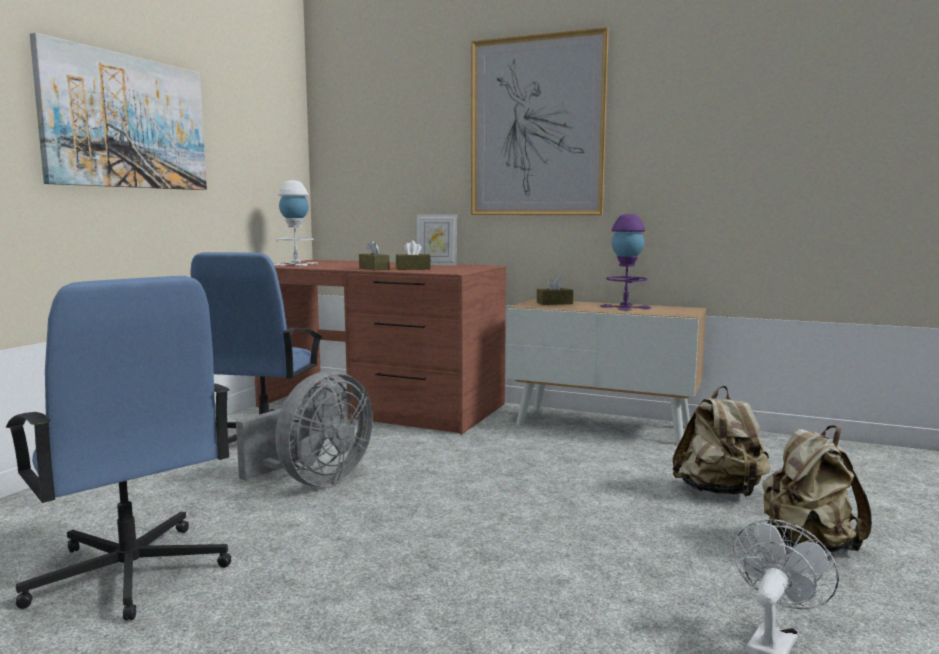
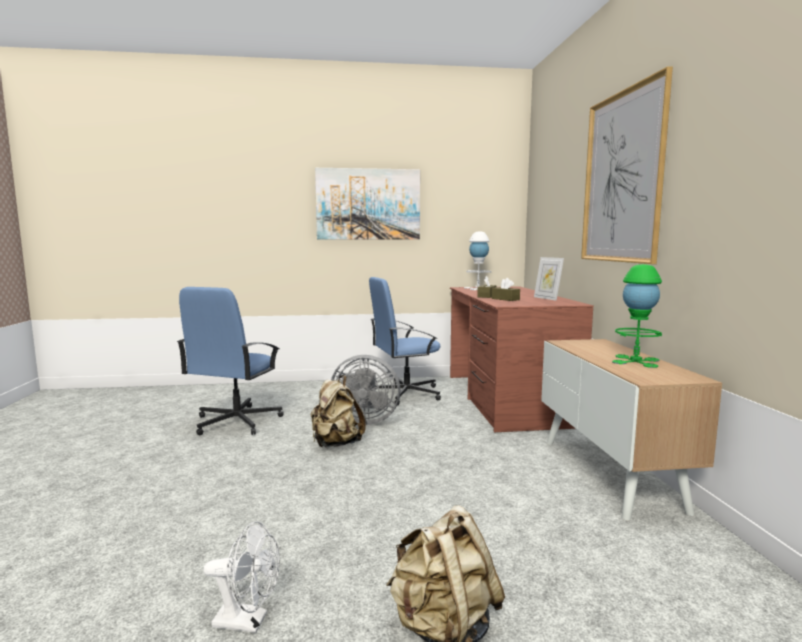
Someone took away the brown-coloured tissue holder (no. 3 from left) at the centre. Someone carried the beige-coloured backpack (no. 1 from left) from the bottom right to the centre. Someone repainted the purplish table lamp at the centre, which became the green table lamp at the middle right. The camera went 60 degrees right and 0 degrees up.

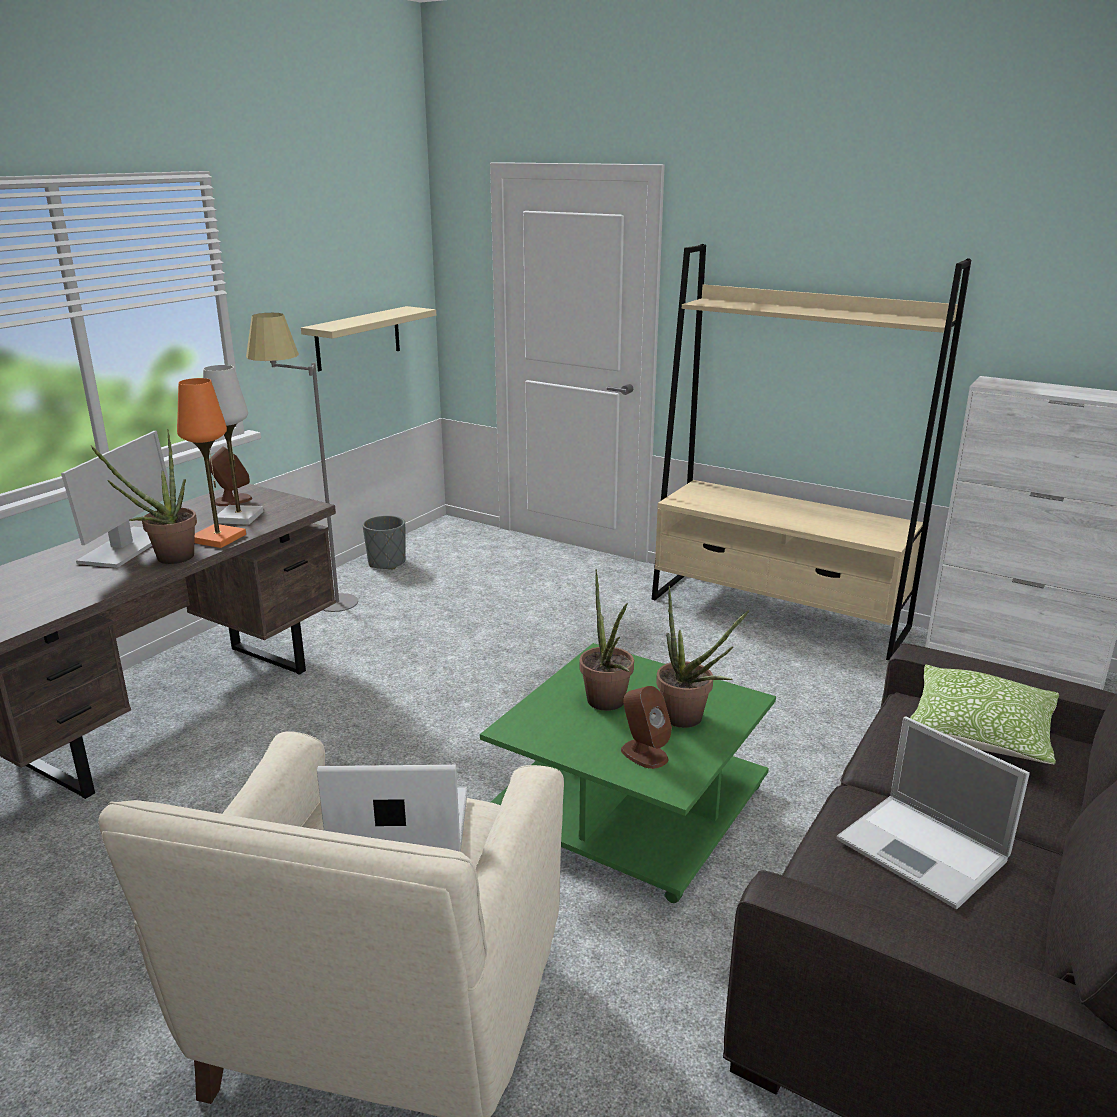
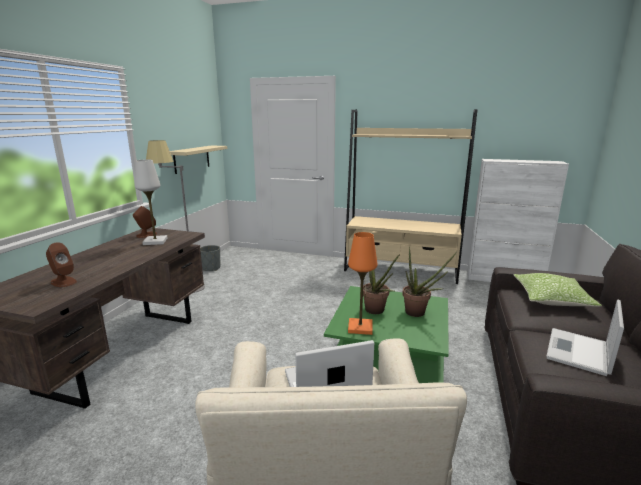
Someone took away the monitor at the middle left. Someone took away the houseplant (no. 1 from left) at the middle left. Someone carried the orange table lamp from the middle left to the centre. Someone carried the brown-coloured speaker (no. 2 from left in the first image) from the centre to the middle left. Someone rotated the notebook computer (no. 2 from left) at the bottom right by 90 degrees clockwise. The camera went 15 degrees left and 5 degrees down.

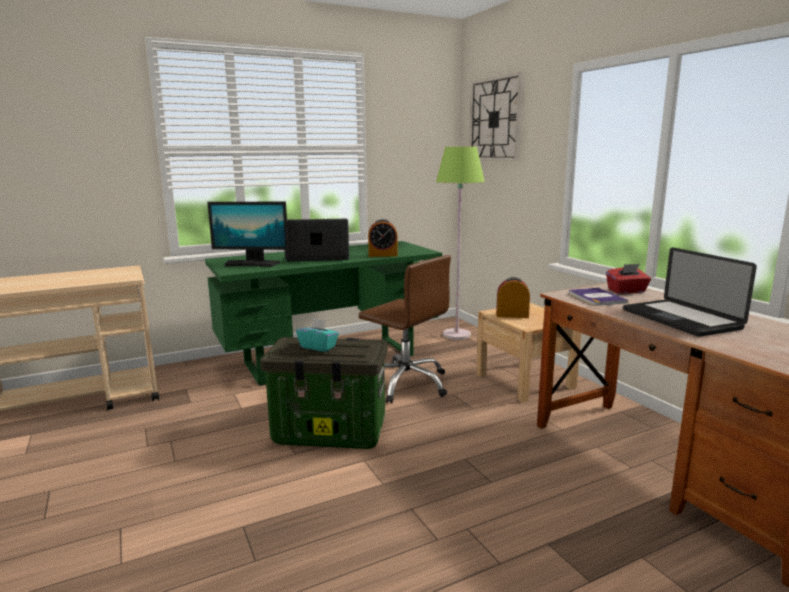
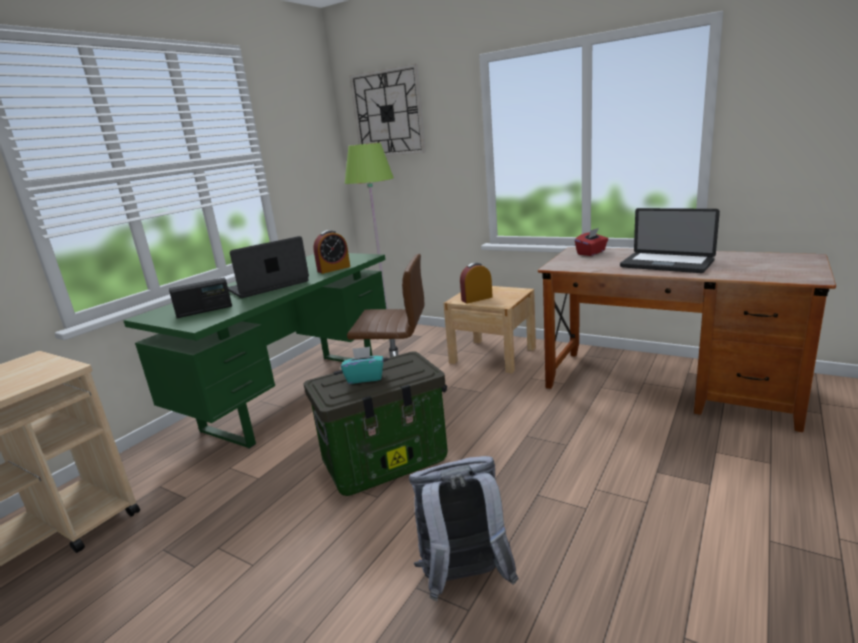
Someone took away the book at the middle right. Someone put down the grey backpack at the bottom centre. Someone swapped the monitor at the middle left for the radio receiver at the middle left. The camera went 30 degrees left and 5 degrees up.

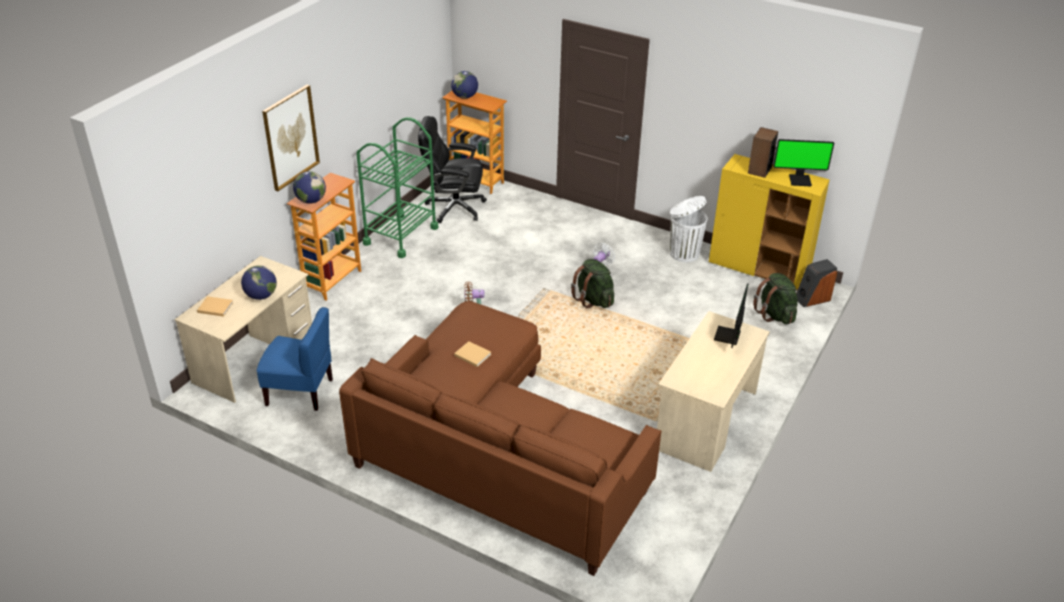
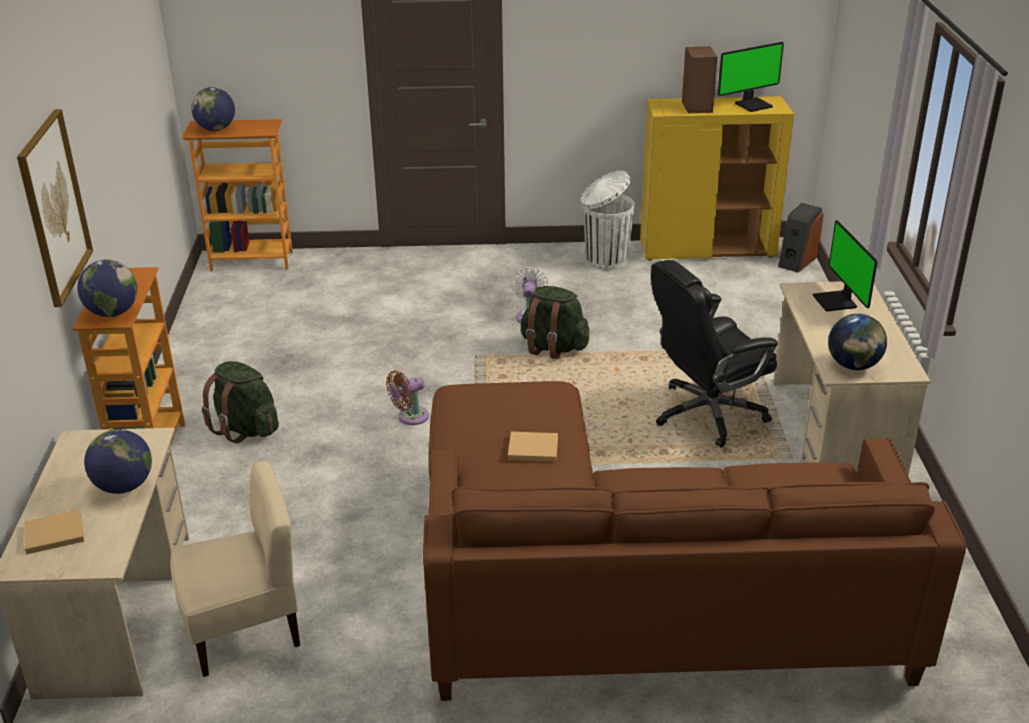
Someone took away the green trolley at the top centre. Someone put down the world globe (no. 4 from left) at the middle right. Someone carried the black-coloured desk chair from the top centre to the middle right. Someone carried the green backpack (no. 2 from left in the first image) from the middle right to the middle left. Someone repainted the blue-coloured upright chair at the middle left, which became the beige-coloured upright chair at the bottom left. The camera went 30 degrees left and 5 degrees down.

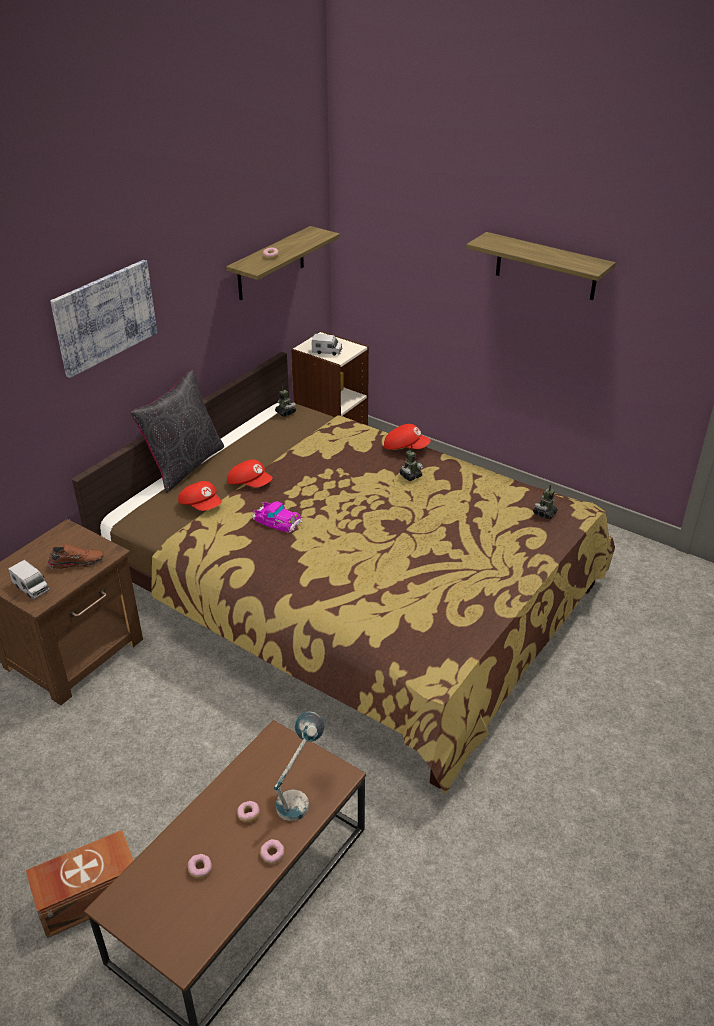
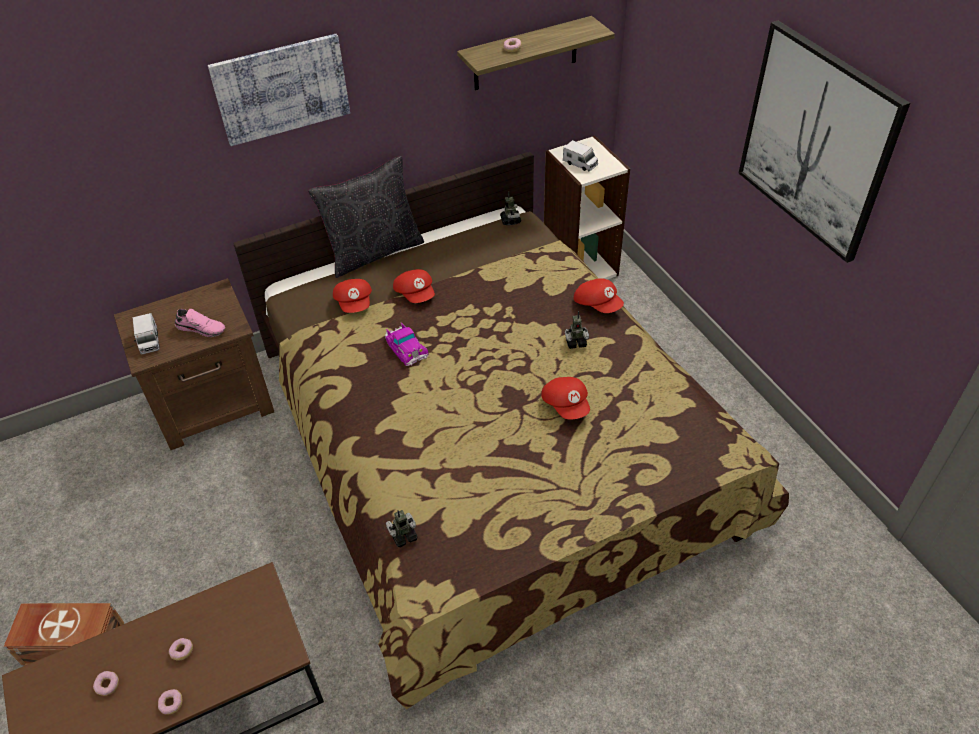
Someone took away the table lamp at the bottom centre. Someone put down the red peaked cap (no. 3 from left) at the centre. Someone carried the toy robot (no. 3 from left in the first image) from the middle right to the bottom centre. Someone swapped the wall shelf (no. 2 from left) at the top right for the picture (no. 2 from left) at the top right. Someone repainted the brown-coloured low shoe at the middle left, which became the pink low shoe at the middle left. The camera went 30 degrees right and 10 degrees up.

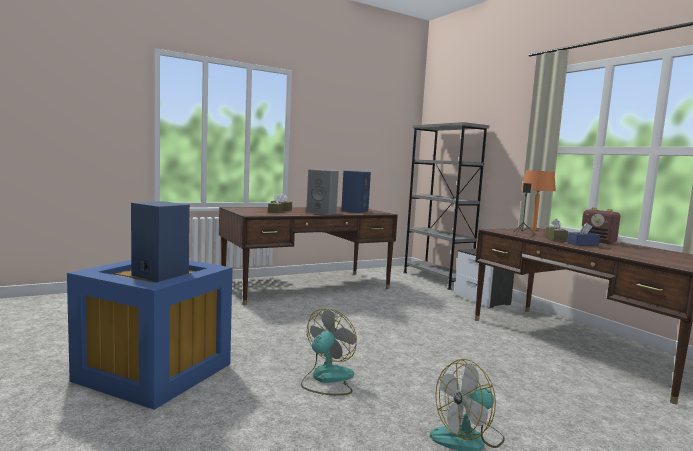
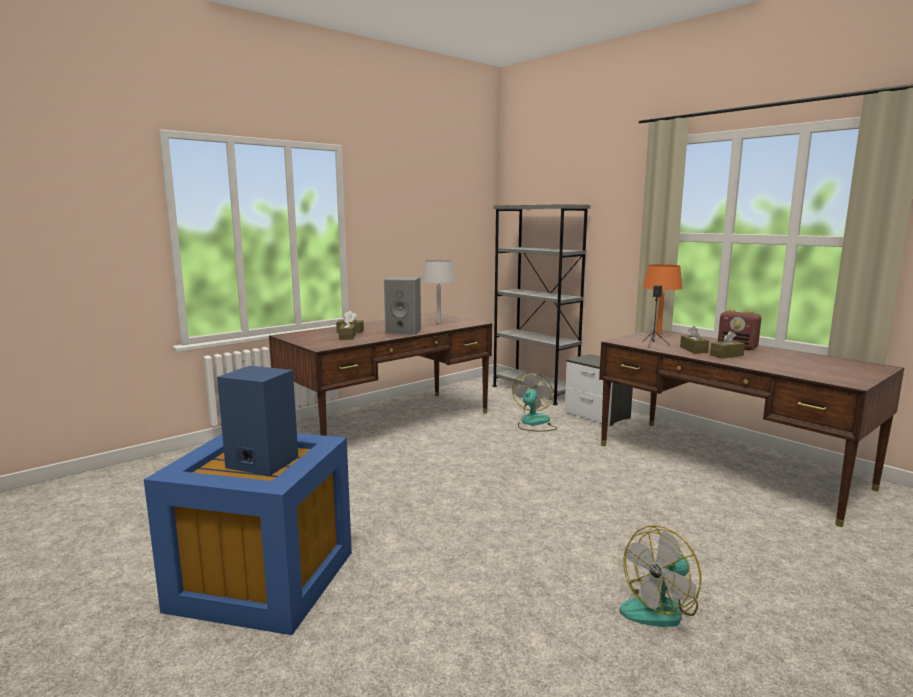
Someone carried the cooling fan (no. 1 from left) from the bottom centre to the centre. Someone swapped the blue-coloured speaker (no. 2 from left) at the centre for the grey table lamp at the centre. Someone repainted the blue-coloured tissue holder at the middle right, which became the brown-coloured tissue holder (no. 4 from left) at the middle right. The camera went 10 degrees left and 5 degrees up.

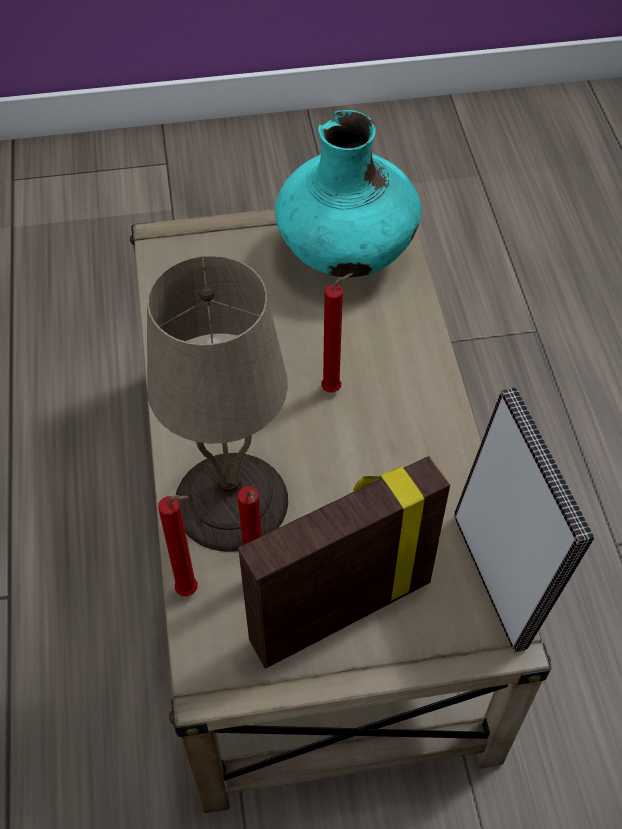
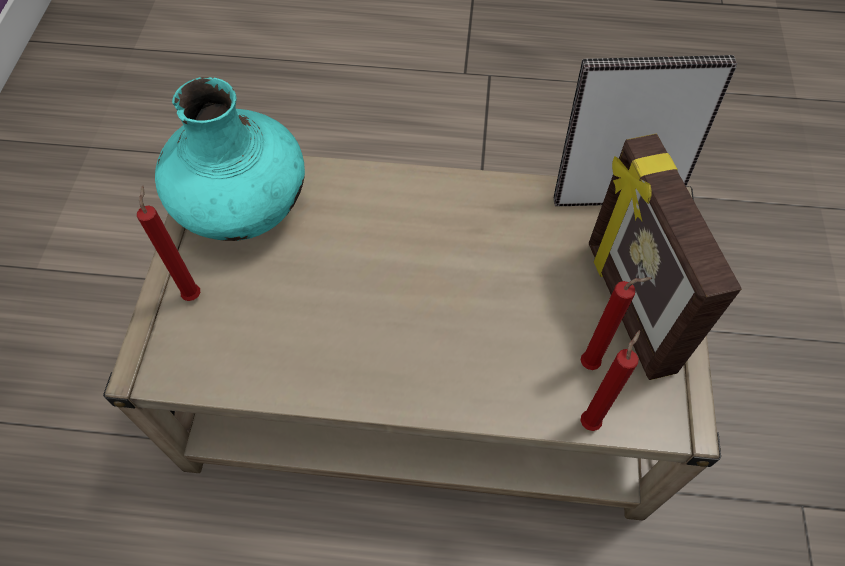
Someone took away the beige-coloured table lamp at the centre. Someone carried the red wax candle (no. 3 from left in the first image) from the centre to the middle left. The camera went 75 degrees left and 5 degrees up.

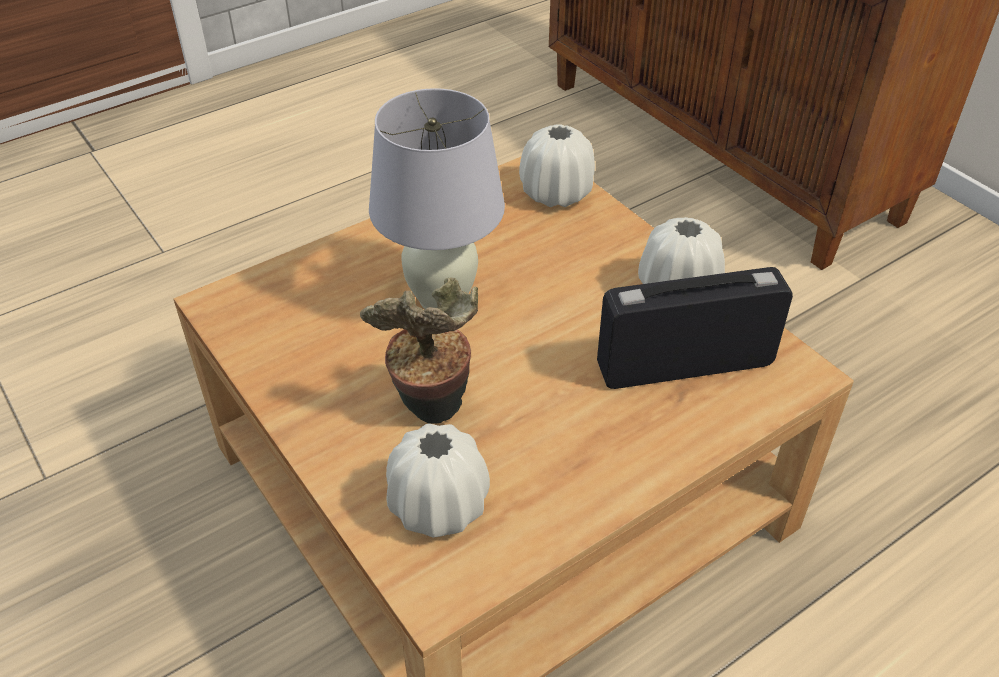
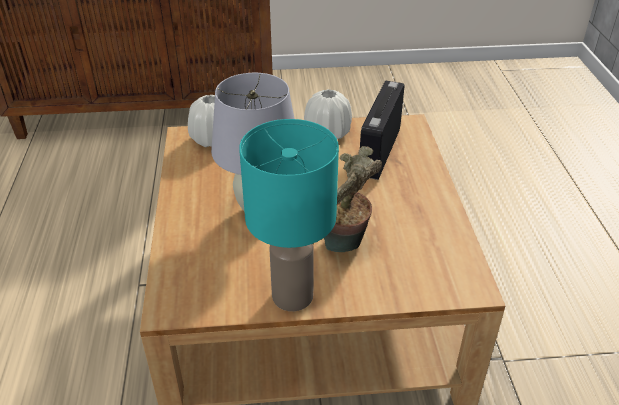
Someone took away the white vase (no. 1 from left) at the bottom centre. Someone put down the blue-green table lamp at the centre. The camera went 60 degrees left and 5 degrees down.

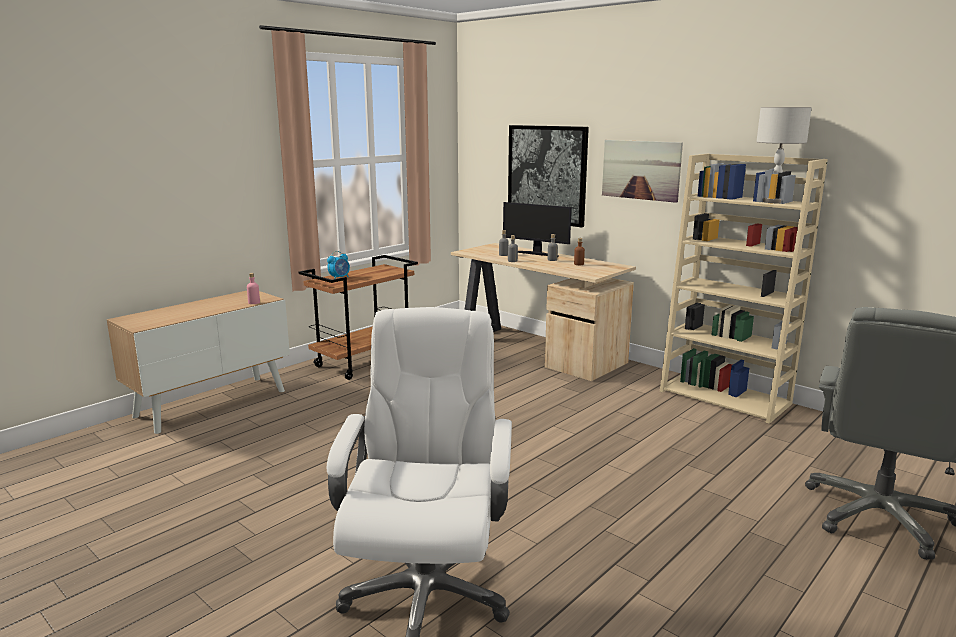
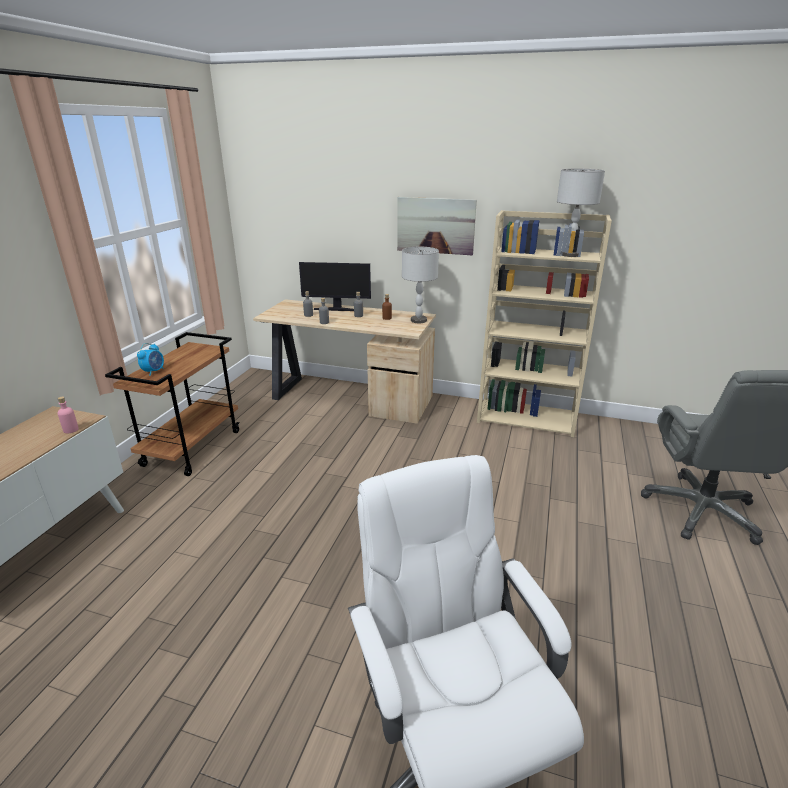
Someone took away the picture (no. 1 from left) at the top centre. Someone put down the grey table lamp (no. 1 from left) at the centre. The camera went 25 degrees left and 10 degrees up.

